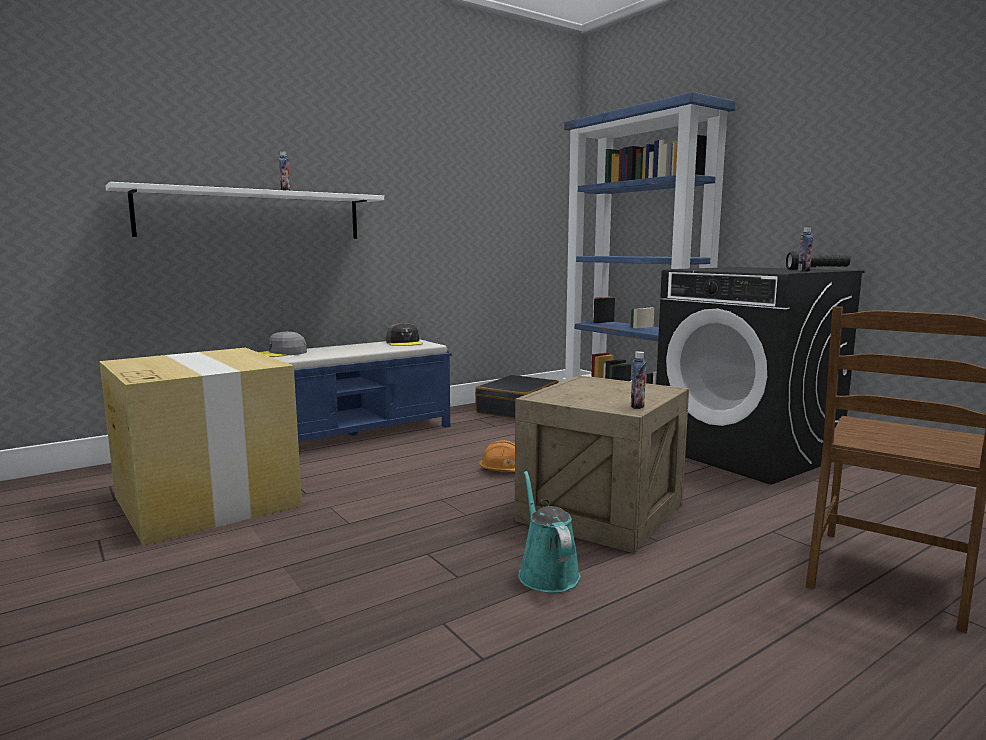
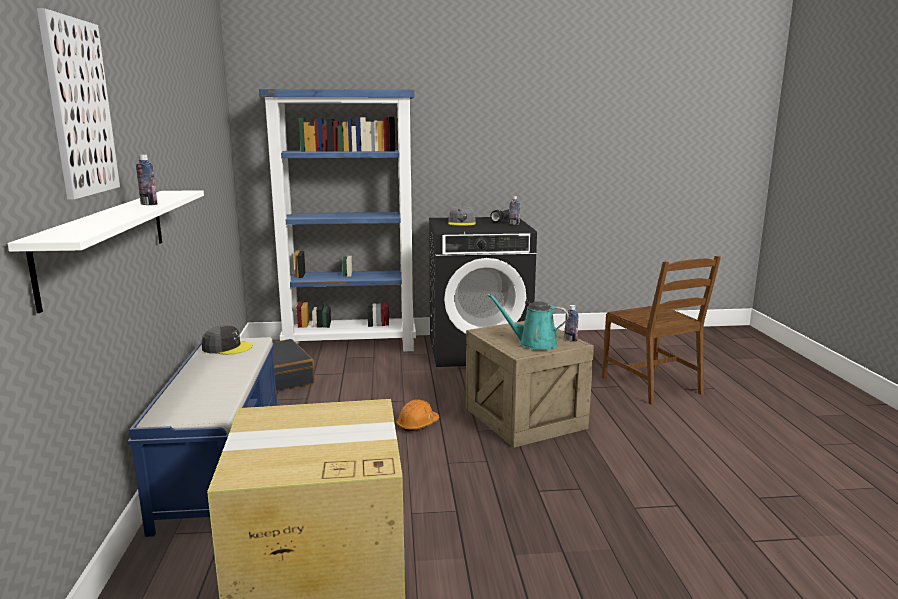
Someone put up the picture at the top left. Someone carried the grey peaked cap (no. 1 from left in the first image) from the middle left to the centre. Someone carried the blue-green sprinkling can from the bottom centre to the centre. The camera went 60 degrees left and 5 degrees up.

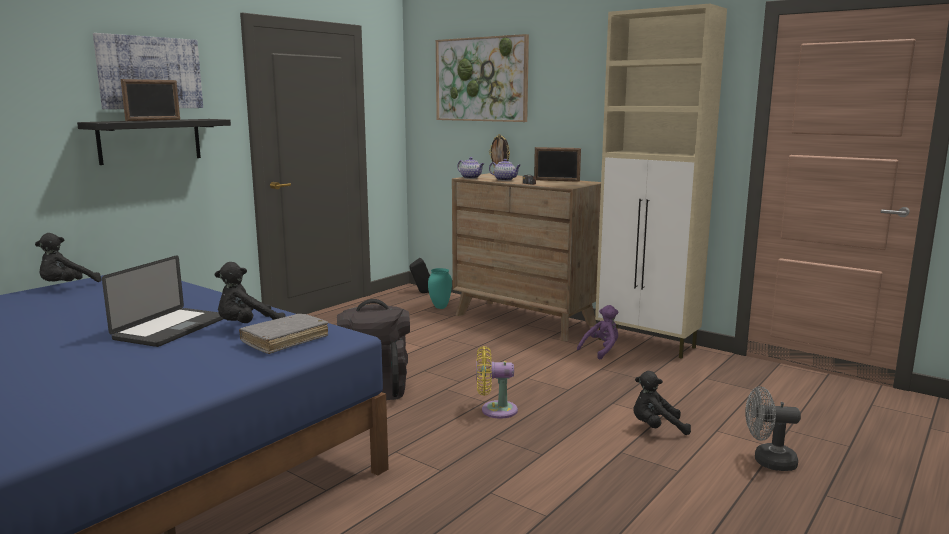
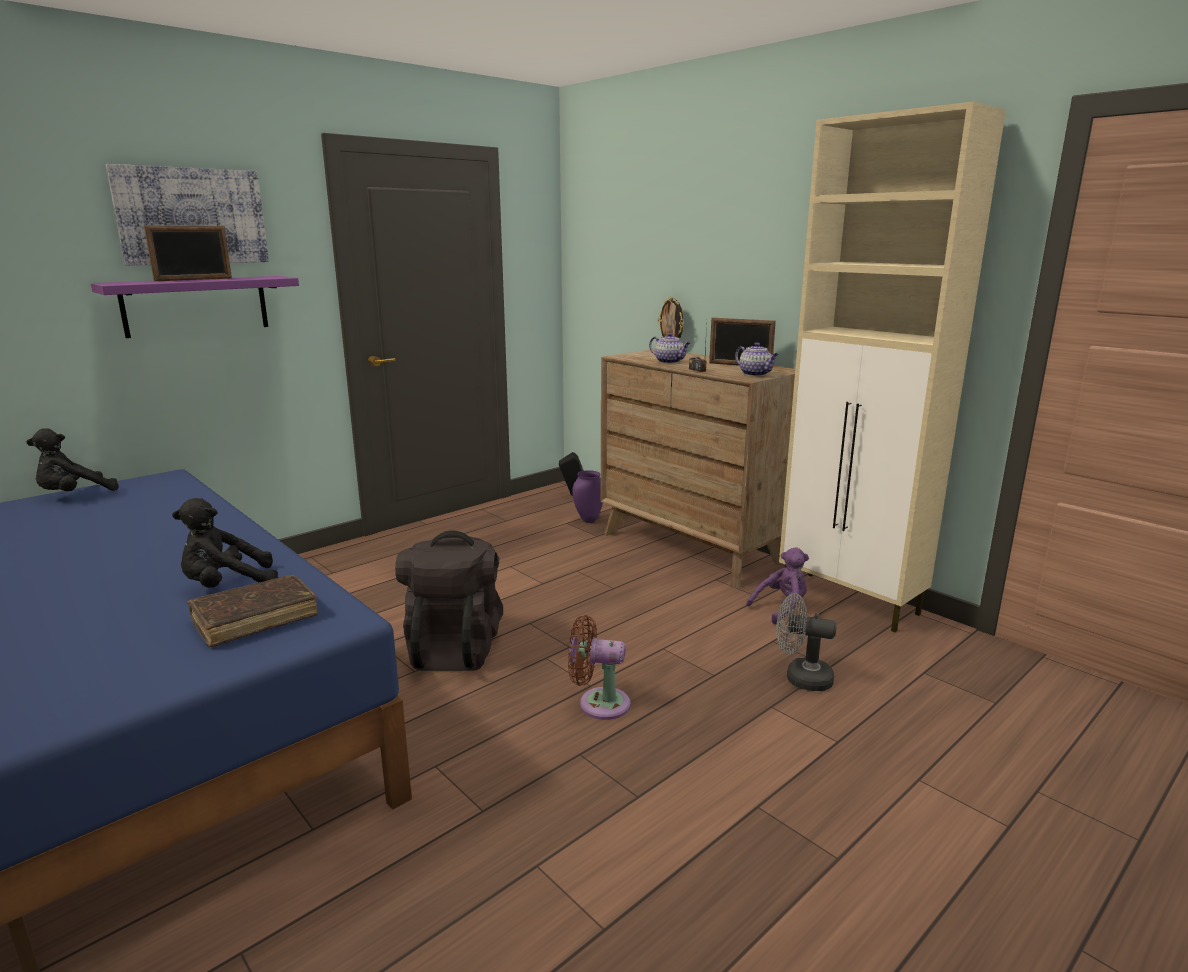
Someone took away the notebook computer at the middle left. Someone took away the picture (no. 2 from left) at the top centre. Someone took away the black-coloured plush toy (no. 3 from left) at the bottom right. Someone carried the pot for tea (no. 1 from left in the first image) from the top centre to the centre. Someone carried the grey cooling fan from the bottom right to the middle right. Someone repainted the black-coloured wall shelf at the top left, which became the purplish wall shelf at the top left. Someone repainted the grey book at the middle left, which became the brown-coloured book at the middle left. Someone repainted the blue-green vase at the centre, which became the purplish vase at the centre. Someone repainted the yellow cooling fan at the bottom centre, which became the brown-coloured cooling fan at the bottom centre. The camera went 10 degrees right and 5 degrees up.

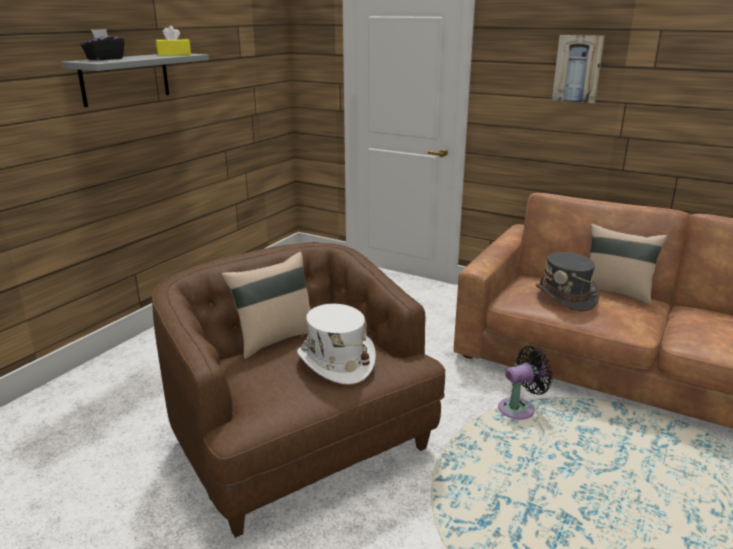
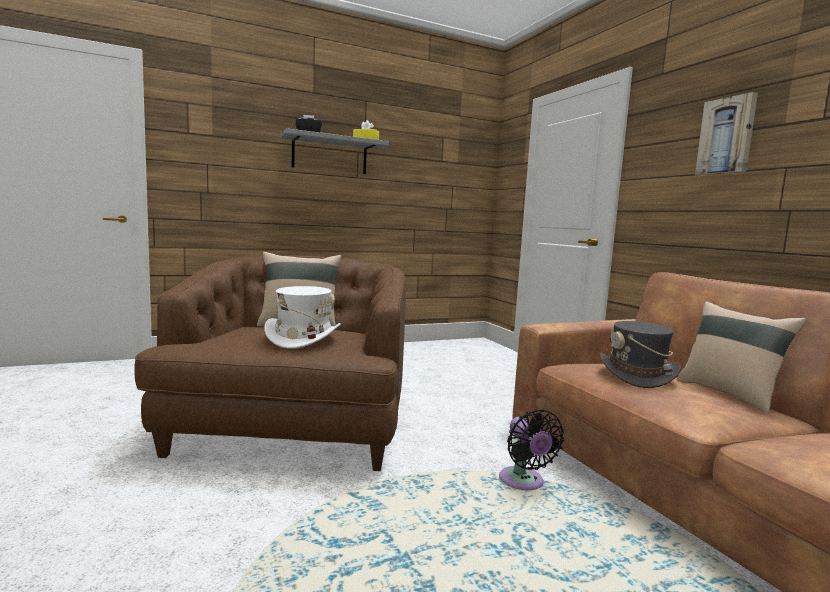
Someone rotated the black-coloured cooling fan at the bottom right by 60 degrees clockwise. The camera went 35 degrees right and 15 degrees down.

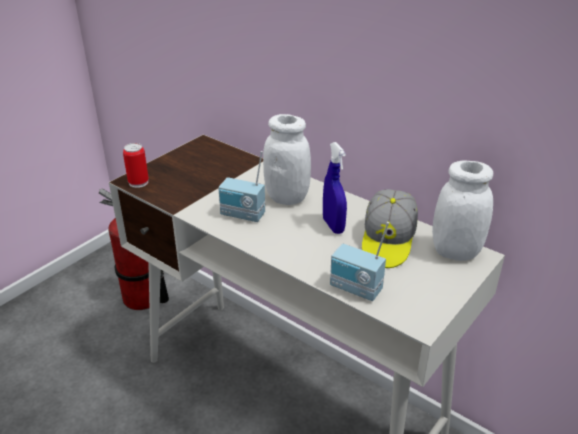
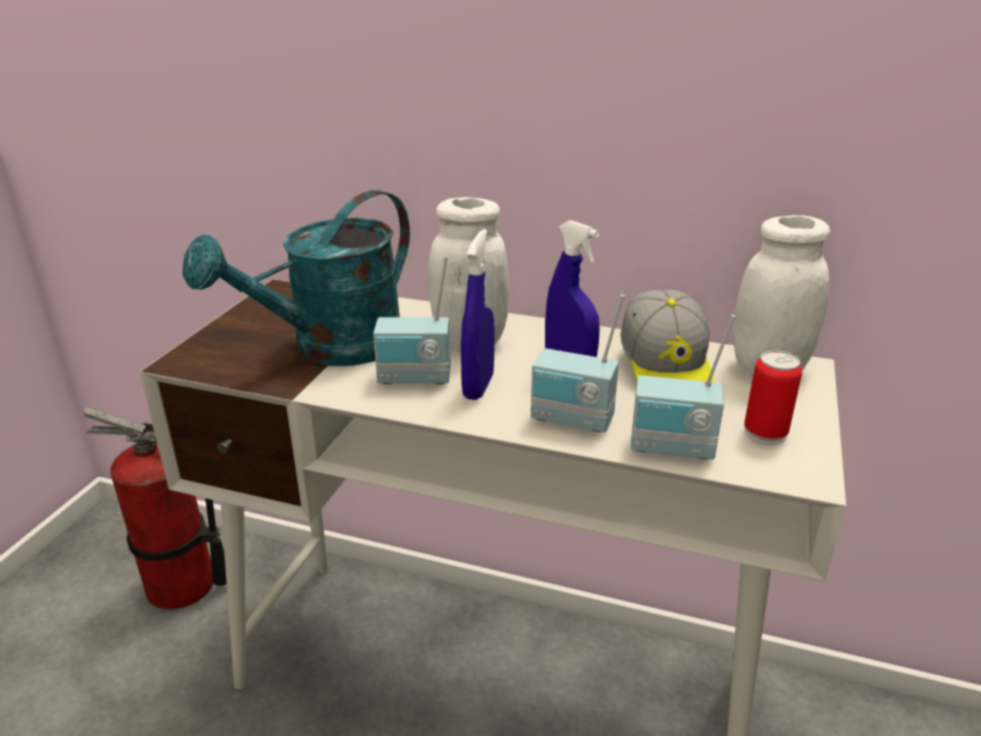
Someone put down the blue-green sprinkling can at the middle left. Someone put down the blue-coloured hand sprayer (no. 1 from left) at the centre. Someone put down the radio receiver (no. 2 from left) at the centre. Someone carried the metal can from the middle left to the middle right. The camera went 20 degrees left and 5 degrees down.

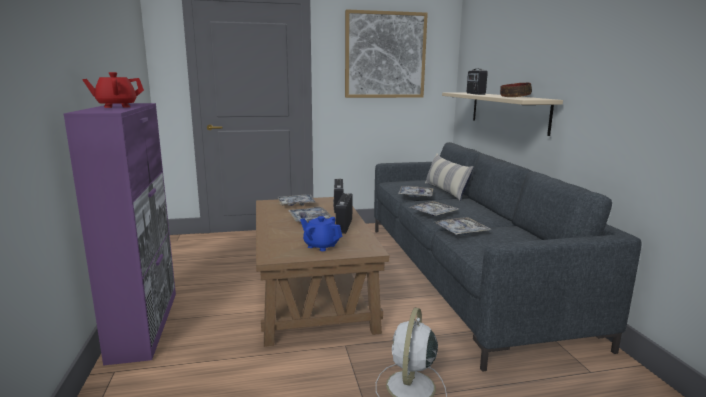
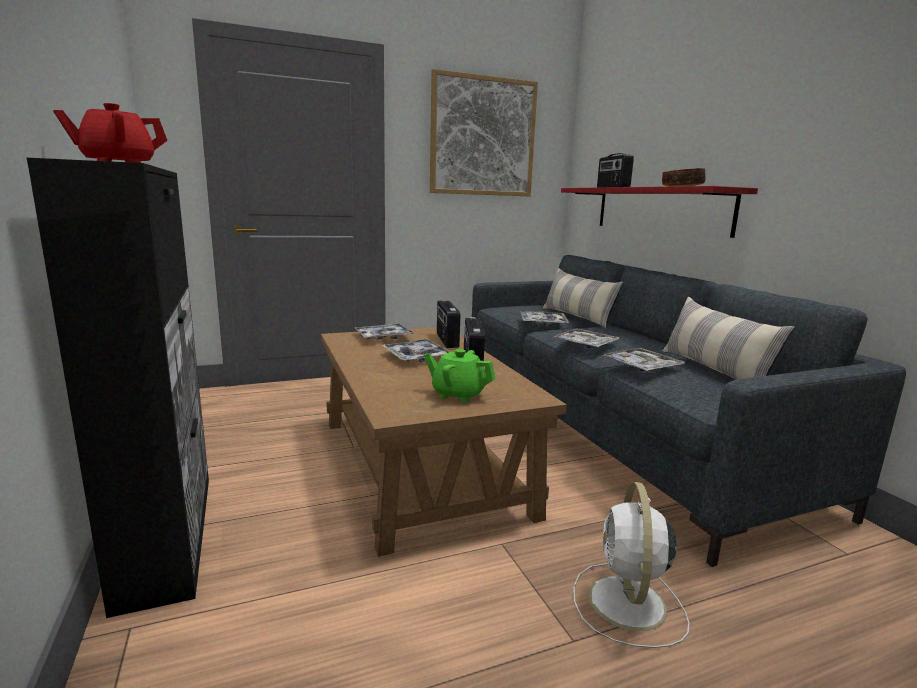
Someone put down the pillow (no. 2 from left) at the middle right. Someone repainted the purplish cabinet at the middle left, which became the black-coloured cabinet at the middle left. Someone repainted the blue-coloured pot for tea at the centre, which became the green pot for tea at the centre. Someone repainted the beige-coloured wall shelf at the top right, which became the red wall shelf at the top right. The camera went 10 degrees left and 0 degrees up.

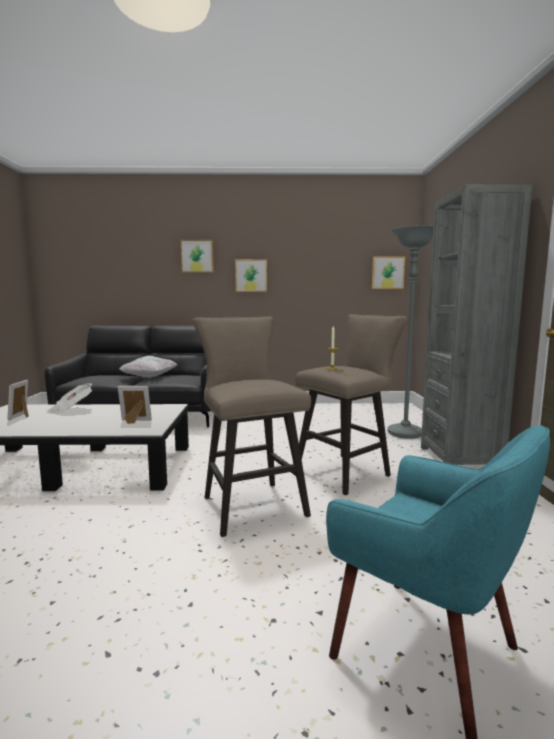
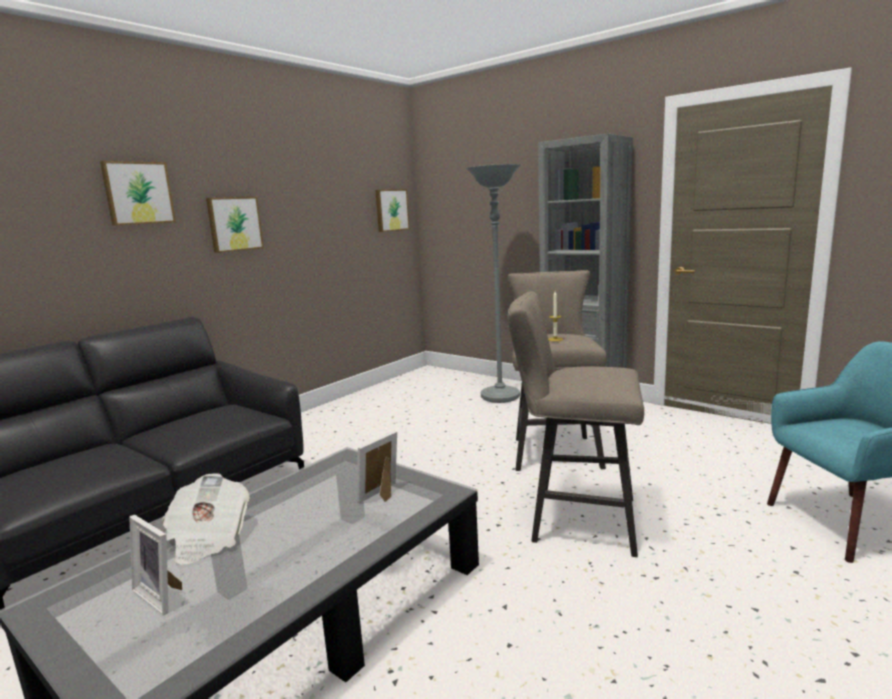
Someone took away the white pillow at the middle left. The camera went 50 degrees left and 5 degrees up.

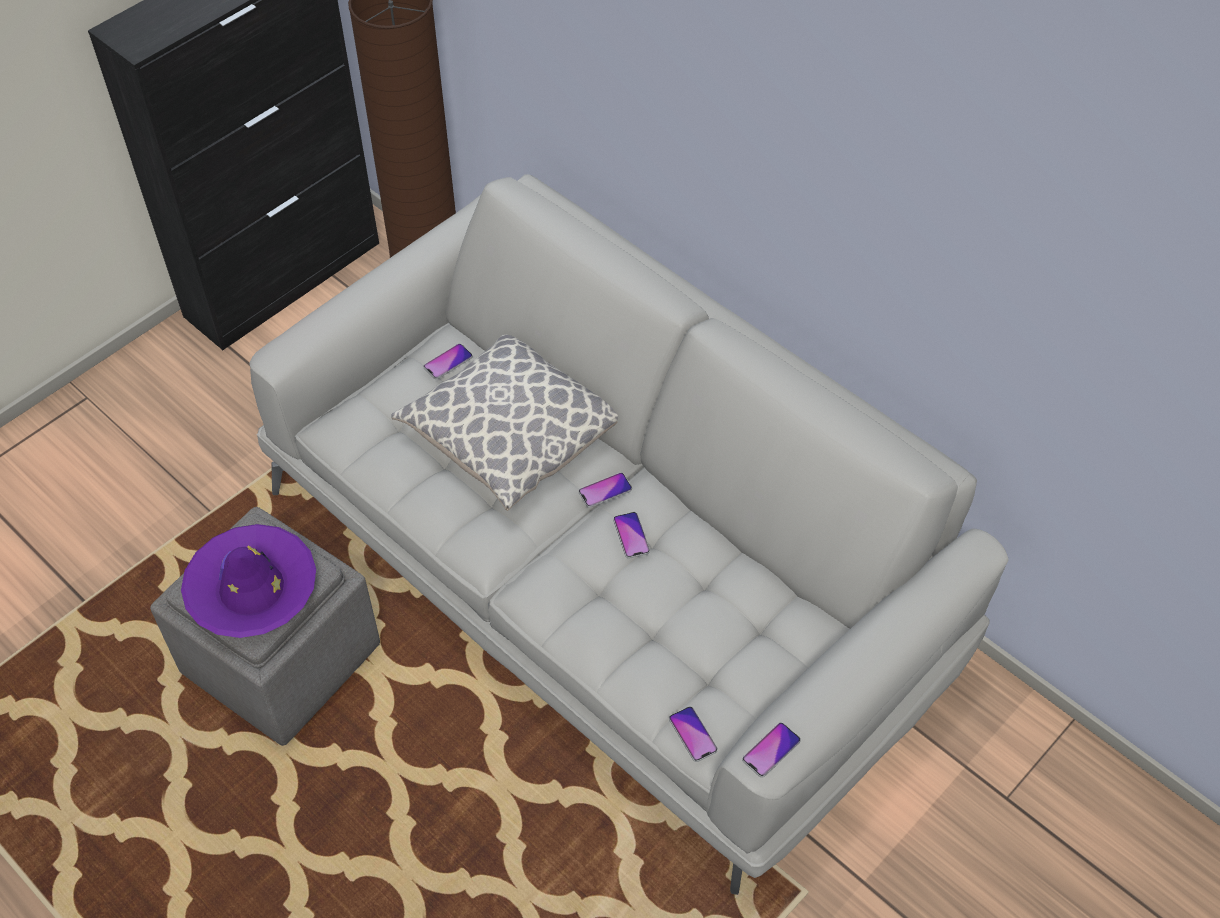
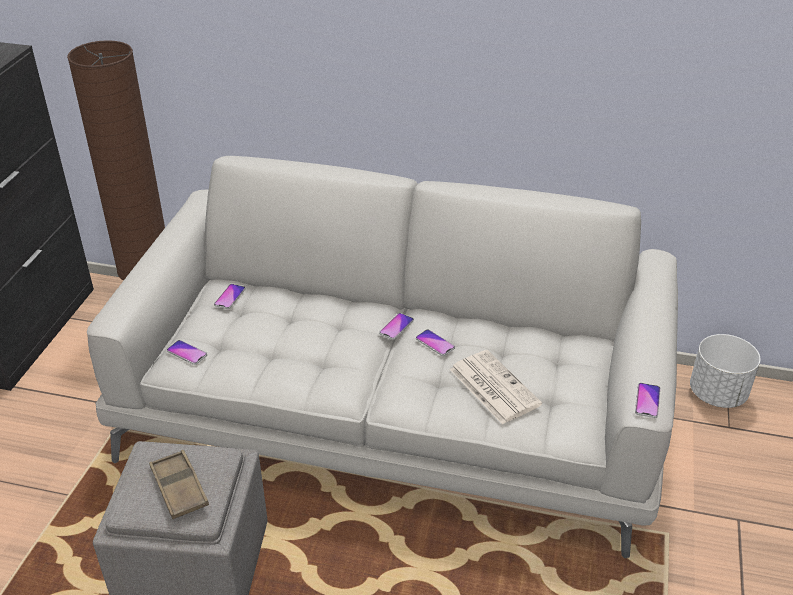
Someone took away the pillow at the centre. Someone put down the newspaper at the centre. Someone put down the white planter at the middle right. Someone carried the handset (no. 4 from left in the first image) from the bottom centre to the middle left. Someone swapped the purplish hat at the middle left for the brown-coloured tray at the bottom left. The camera went 30 degrees left and 15 degrees down.

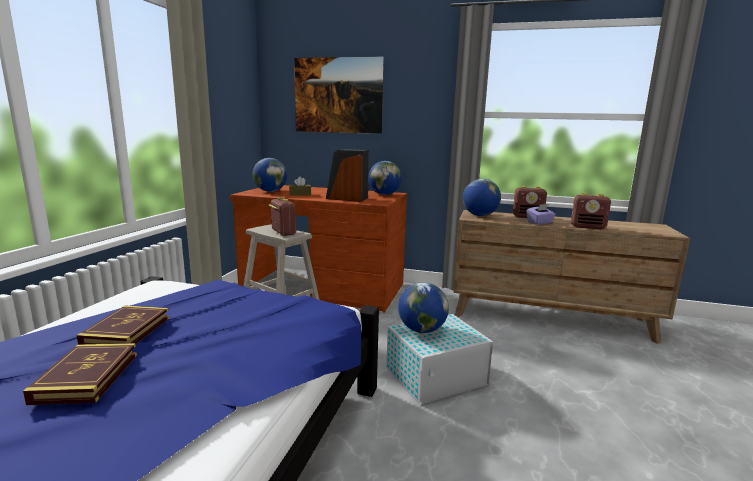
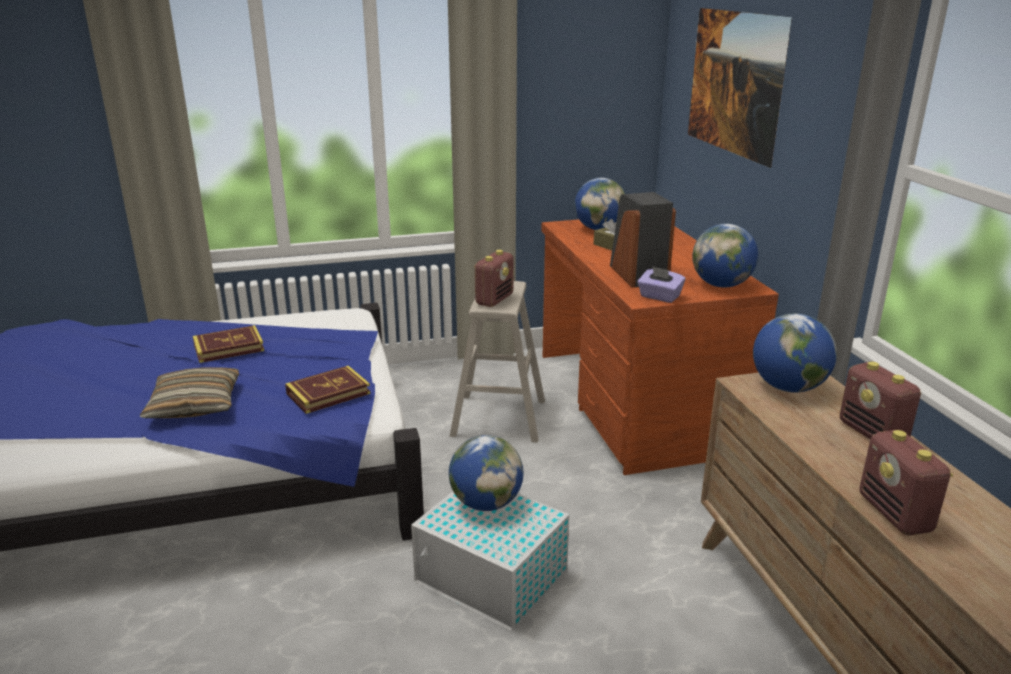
Someone put down the pillow at the middle left. Someone carried the book (no. 1 from left in the first image) from the bottom left to the middle left. Someone carried the purplish tissue holder from the middle right to the centre. The camera went 60 degrees right and 10 degrees up.

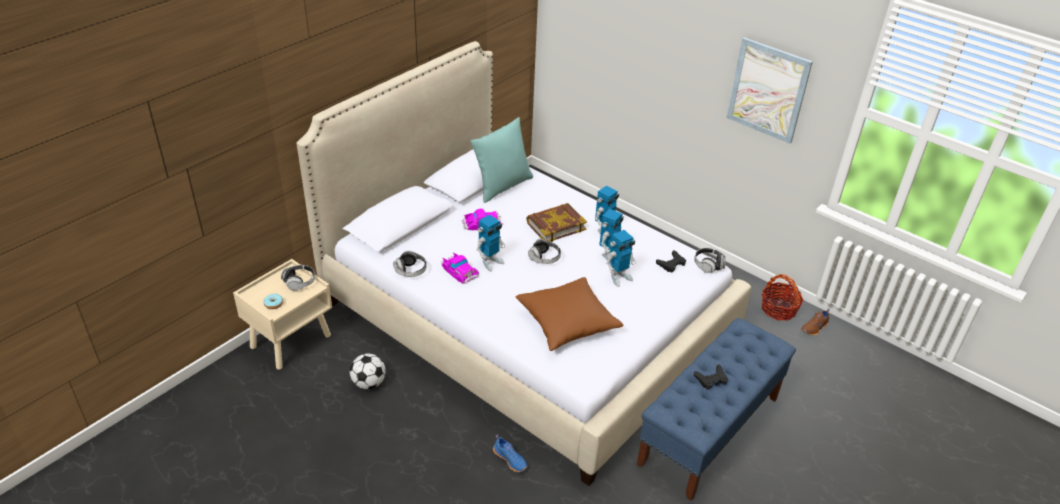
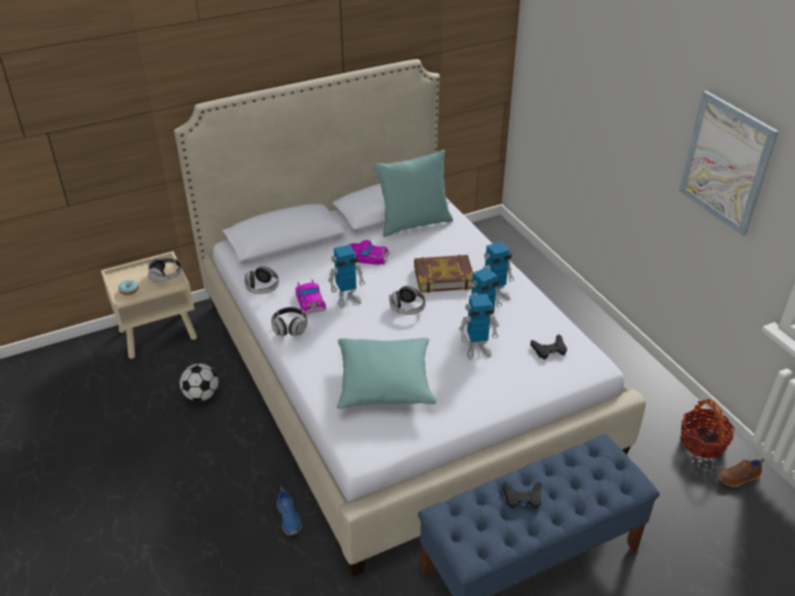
Someone carried the headset (no. 4 from left in the first image) from the middle right to the centre. Someone repainted the brown-coloured pillow at the centre, which became the blue-green pillow (no. 1 from left) at the centre. The camera went 25 degrees right and 0 degrees up.

